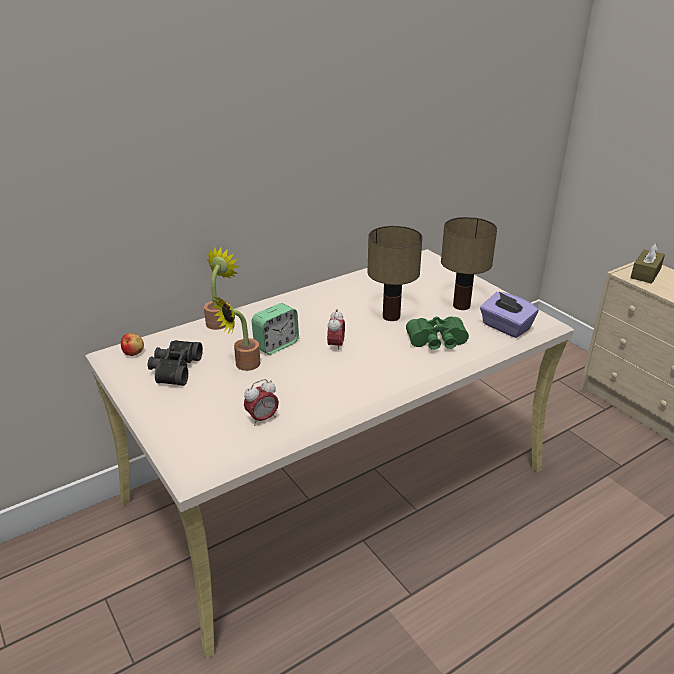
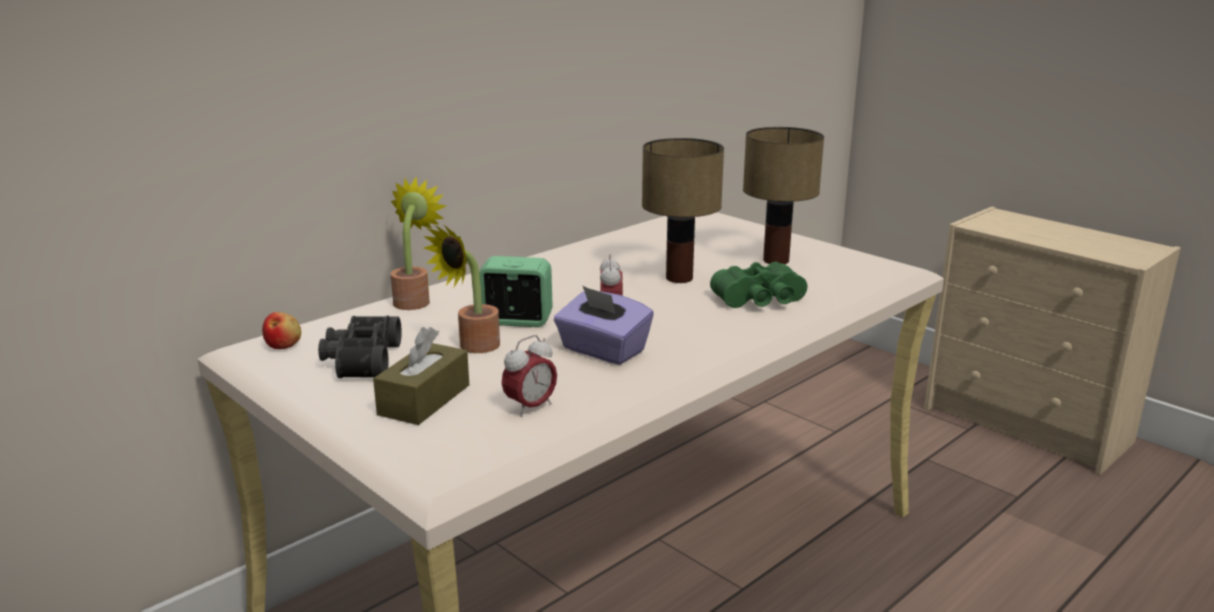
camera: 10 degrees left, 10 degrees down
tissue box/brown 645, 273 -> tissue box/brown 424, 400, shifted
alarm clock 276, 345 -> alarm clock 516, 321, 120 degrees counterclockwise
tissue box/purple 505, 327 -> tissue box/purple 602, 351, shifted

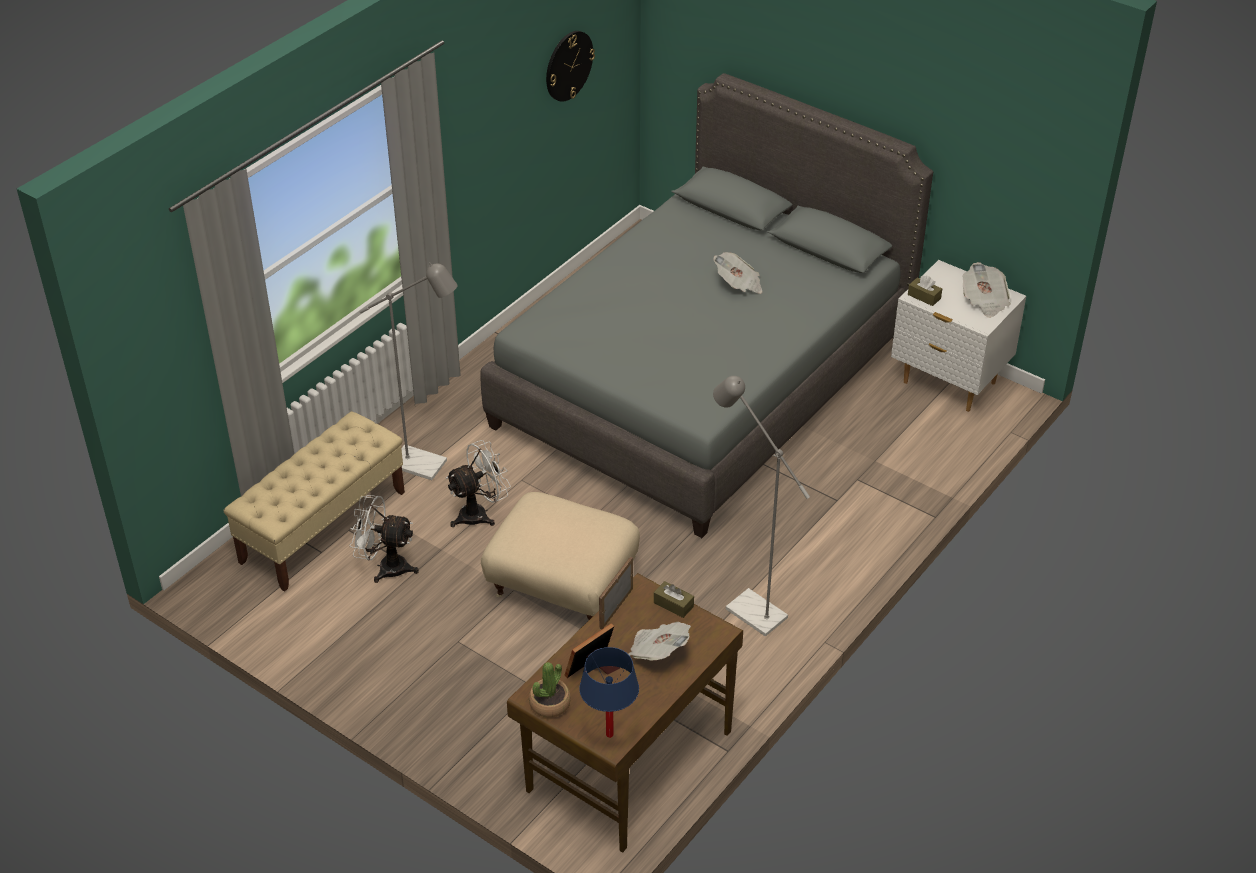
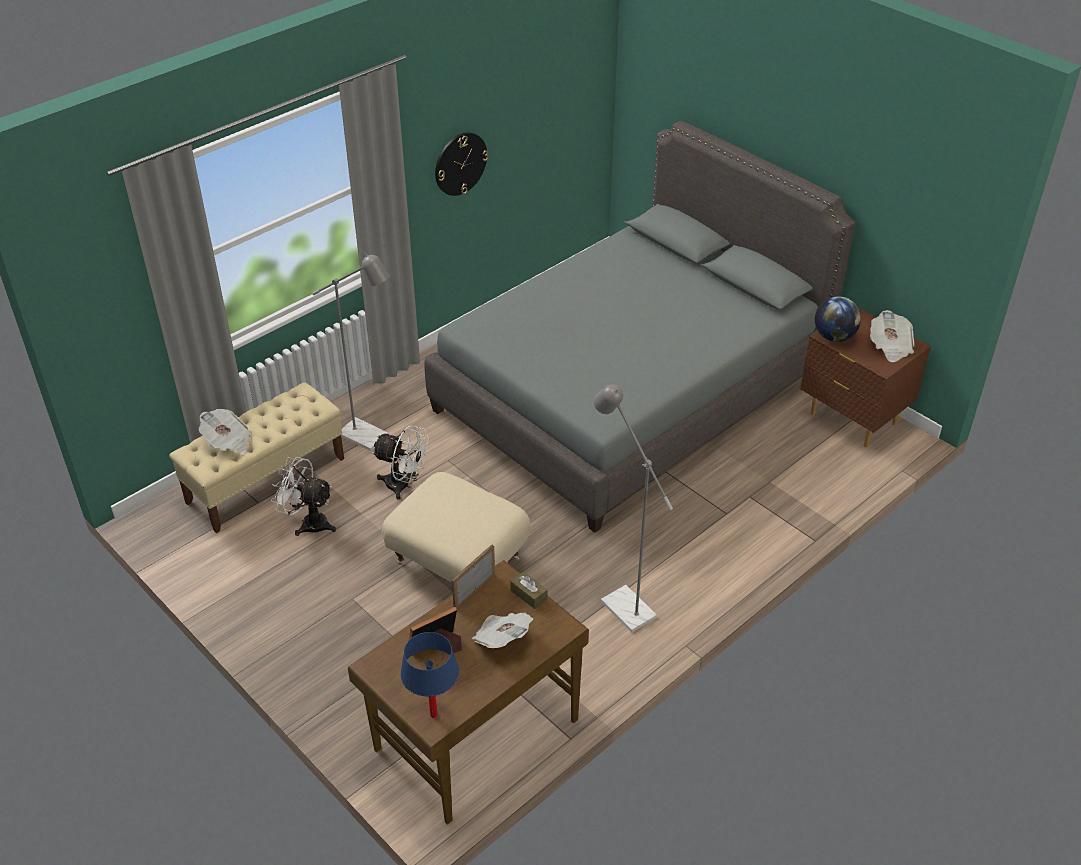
camera: 10 degrees right, 0 degrees up
newspaper 738, 284 -> newspaper 228, 442, shifted
fan/white 479, 513 -> fan/white 403, 485, 45 degrees clockwise
wall clock 568, 65 -> wall clock 460, 163, shifted
nightstand/white 948, 383 -> nightstand/brown 852, 419
tissue box/brown 924, 296 -> globe 834, 337
potted plant 549, 703 -> none

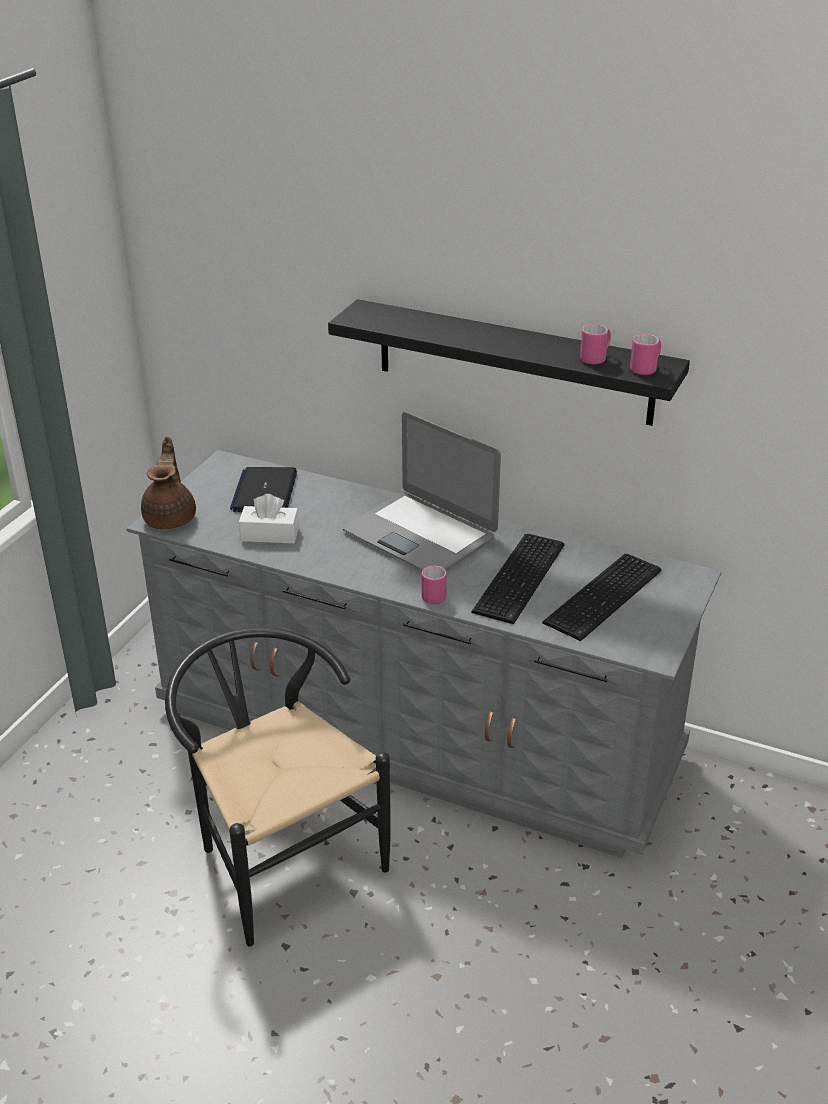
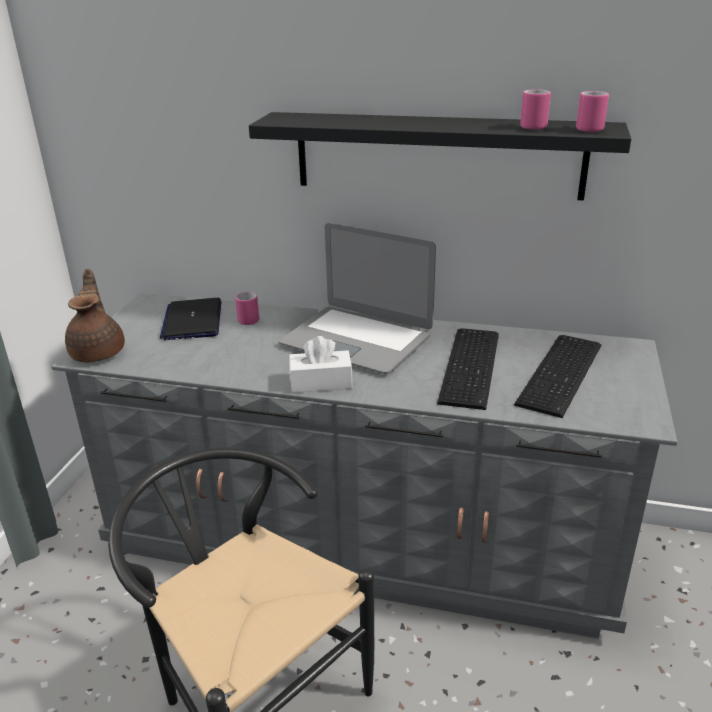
camera: 10 degrees left, 5 degrees down
mug/pink 436, 595 -> mug/pink 250, 319, shifted
tissue box/white 270, 534 -> tissue box/white 321, 382, shifted

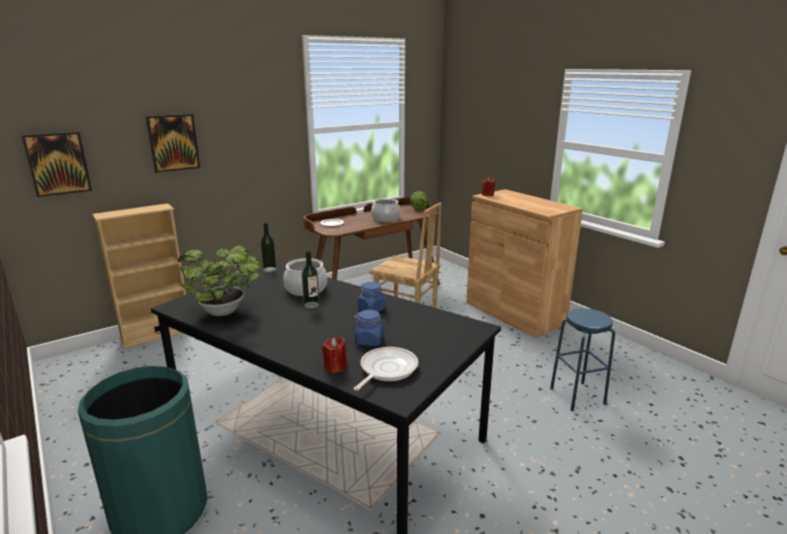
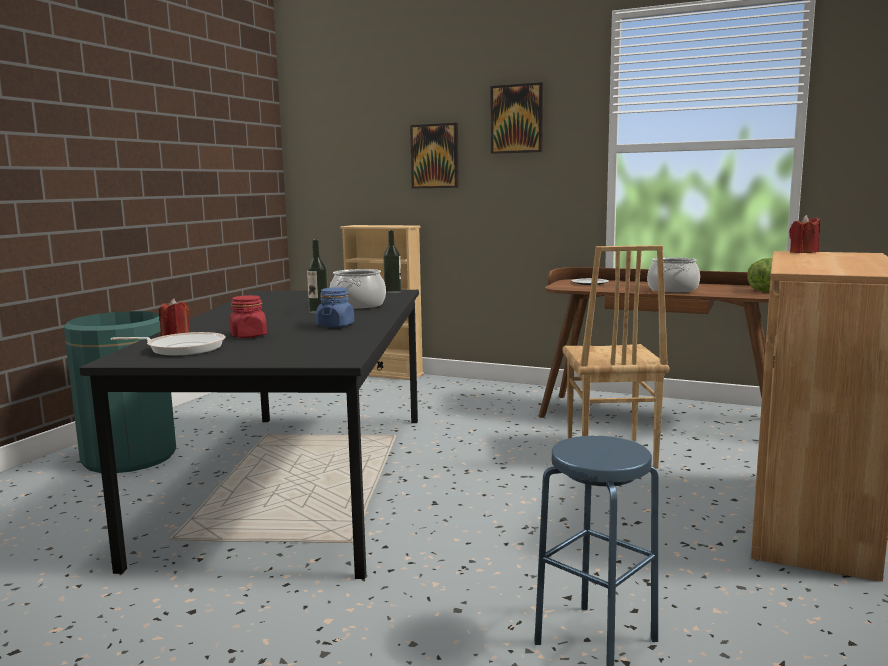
camera: 60 degrees right, 10 degrees down
jar/blue 369, 341 -> jar/red 249, 336
picture 58, 163 -> picture 517, 119, shifted
potted plant 225, 312 -> none

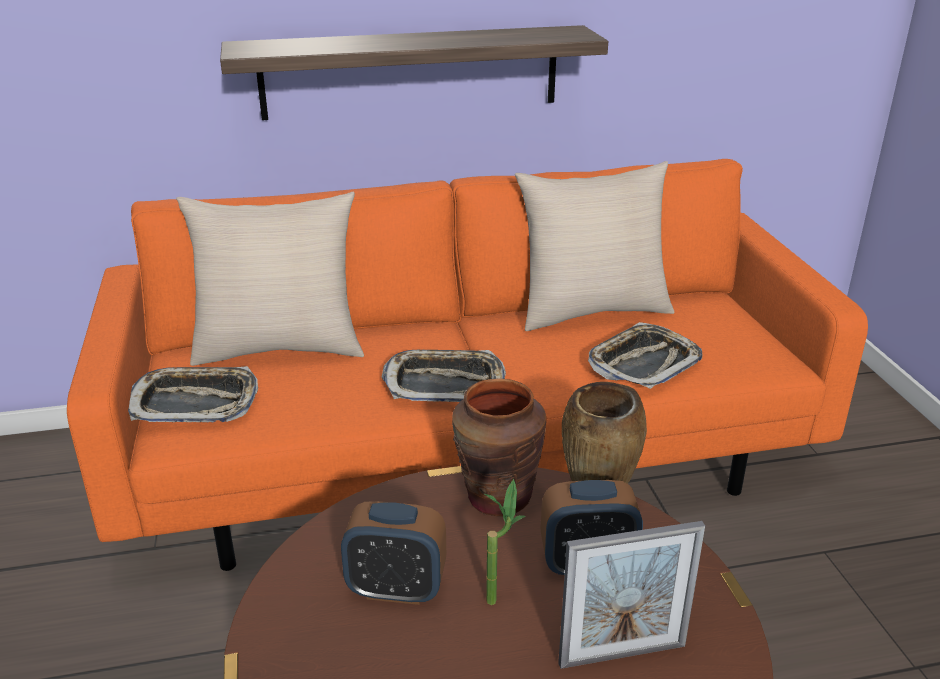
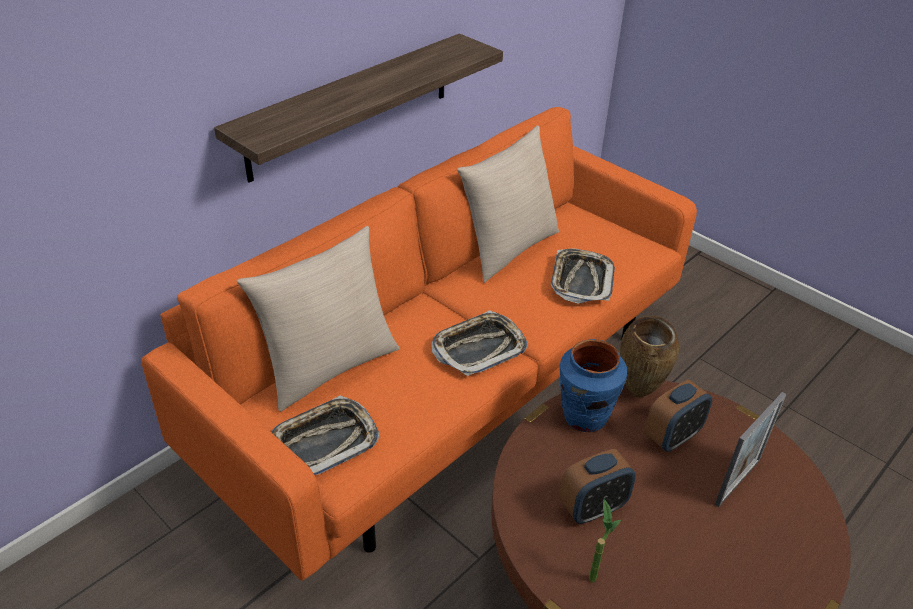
camera: 35 degrees left, 10 degrees up
vase/brown 498, 497 -> vase/blue 584, 417
potted plant 499, 596 -> potted plant 593, 572, shifted

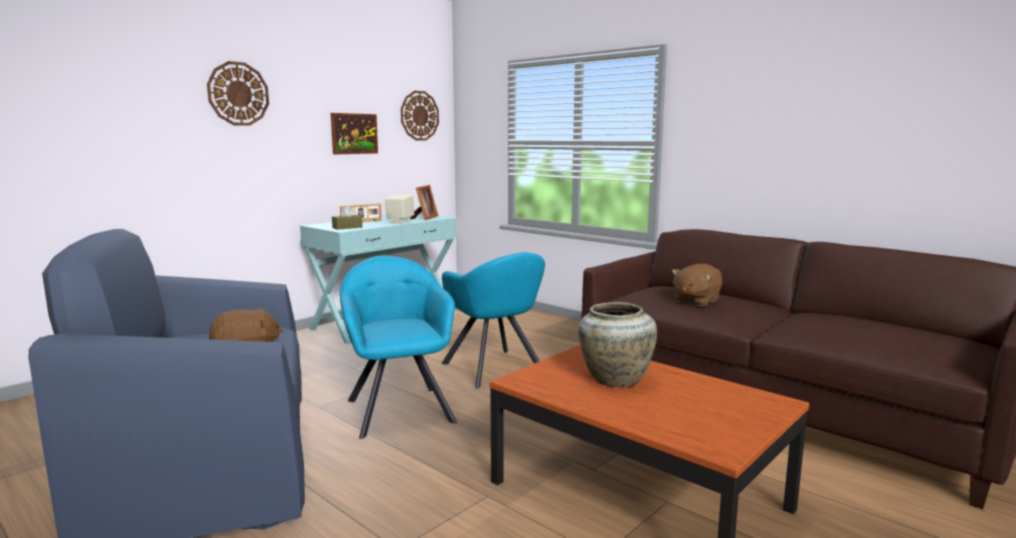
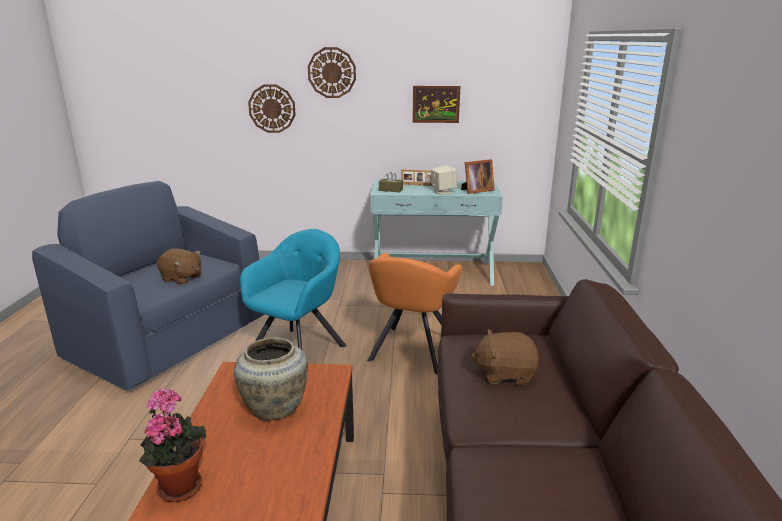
camera: 50 degrees right, 10 degrees up
none -> potted plant 179, 485
wall clock 419, 115 -> wall clock 272, 108, shifted
armchair/turquoise 495, 369 -> armchair/orange 412, 351

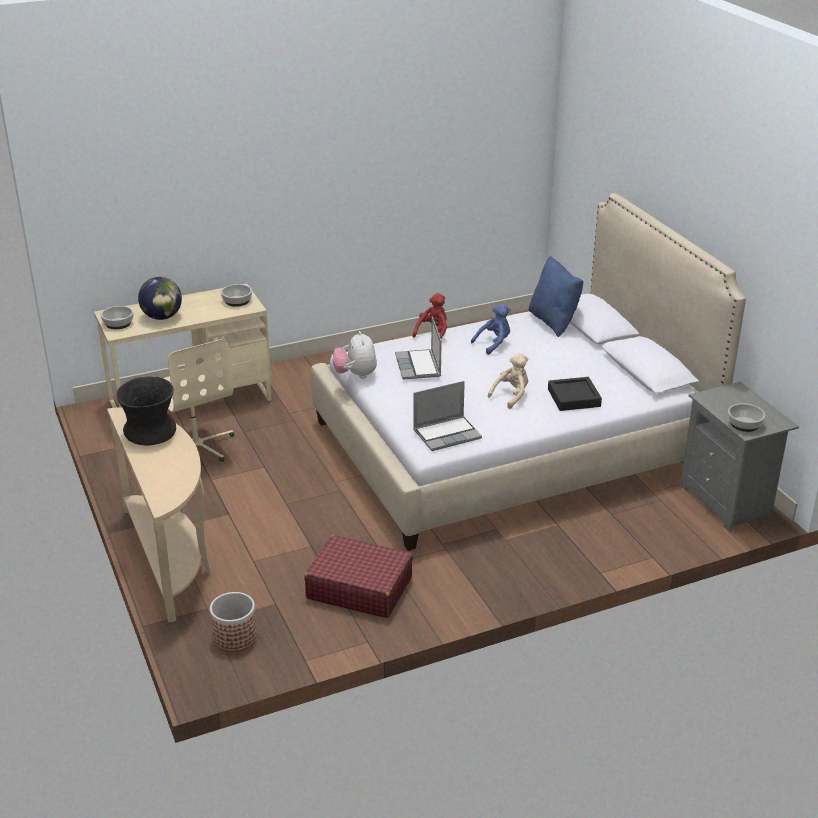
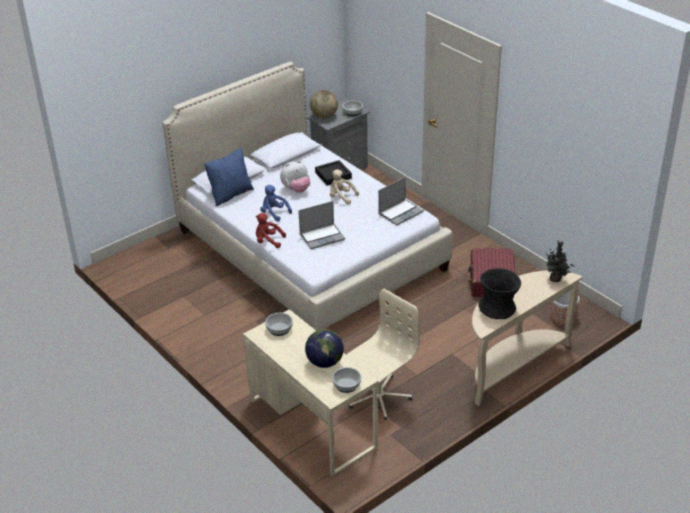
camera: 105 degrees left, 5 degrees up
plush toy 355, 375 -> plush toy 296, 189, shifted
none -> globe 324, 116
laptop 447, 434 -> laptop 400, 213, 90 degrees clockwise
none -> potted plant 556, 279

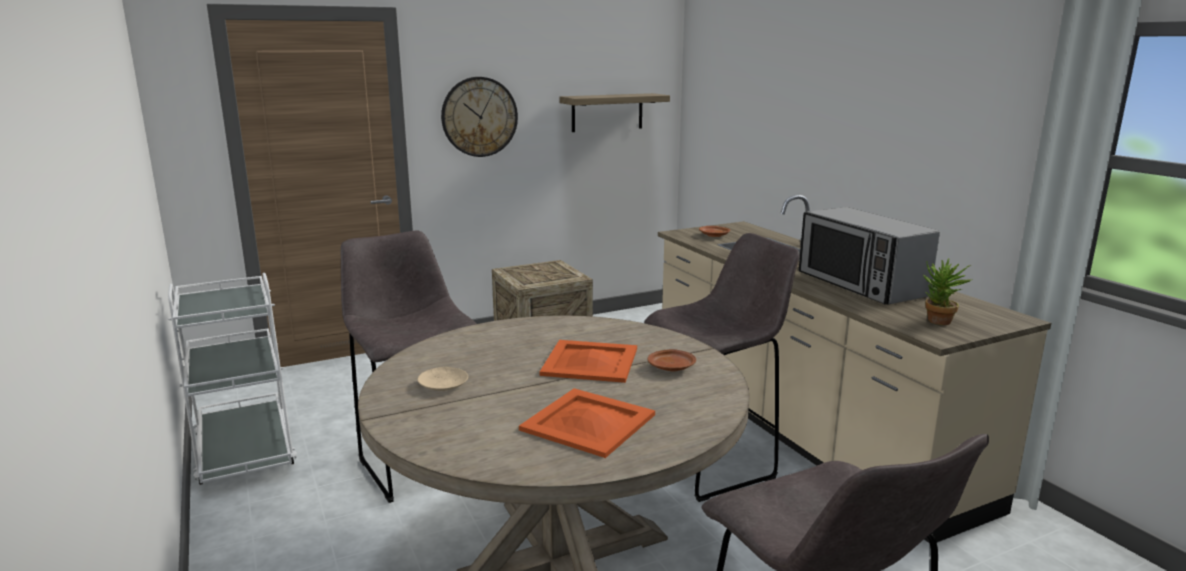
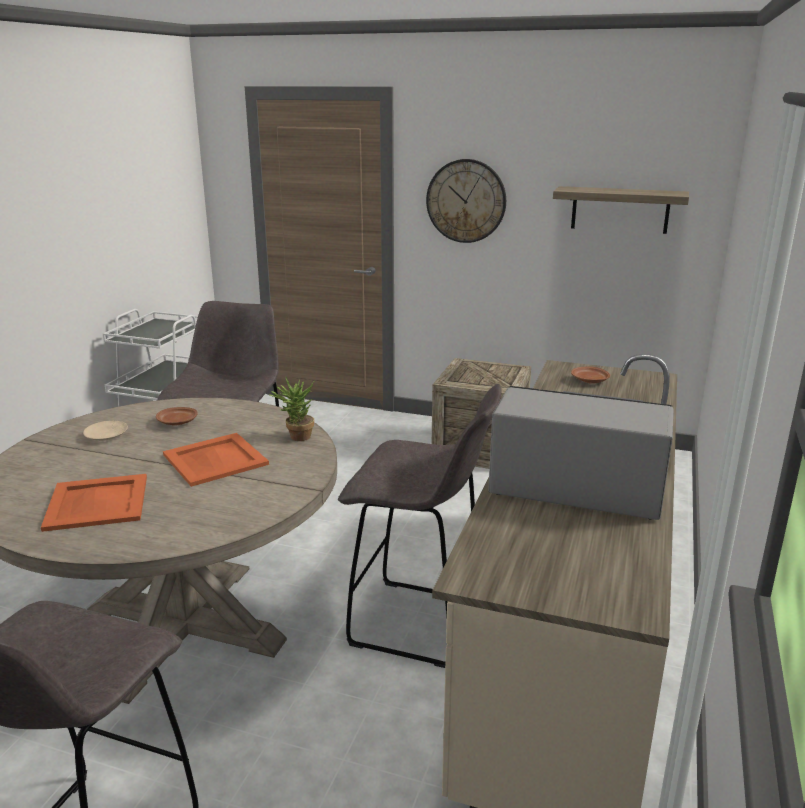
camera: 45 degrees right, 5 degrees up
plate/brown 672, 367 -> plate/brown 178, 422, shifted
potted plant 939, 323 -> potted plant 296, 437, shifted
microwave 860, 285 -> microwave 575, 489, 90 degrees clockwise

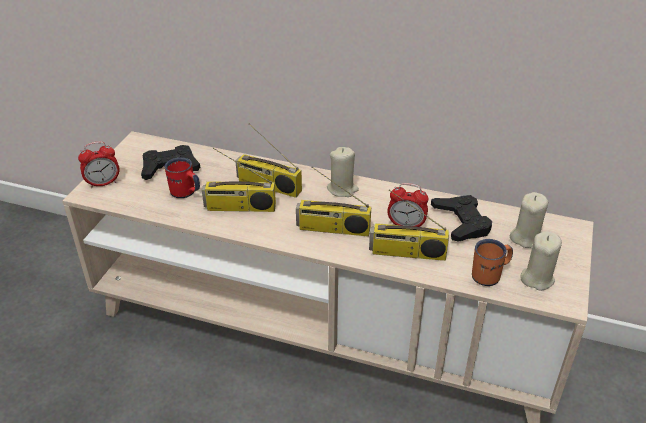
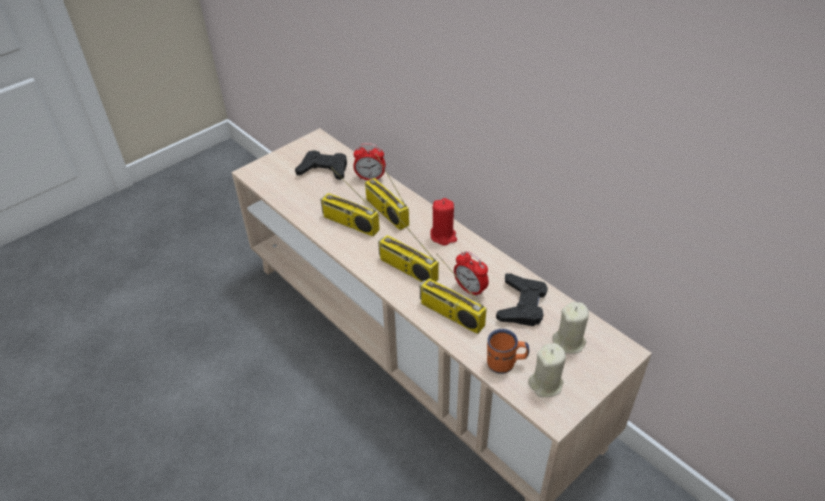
camera: 30 degrees right, 5 degrees up
alarm clock 103, 183 -> alarm clock 370, 178, shifted
candle/beige 342, 189 -> candle/red 443, 236
mug/red 186, 193 -> none

